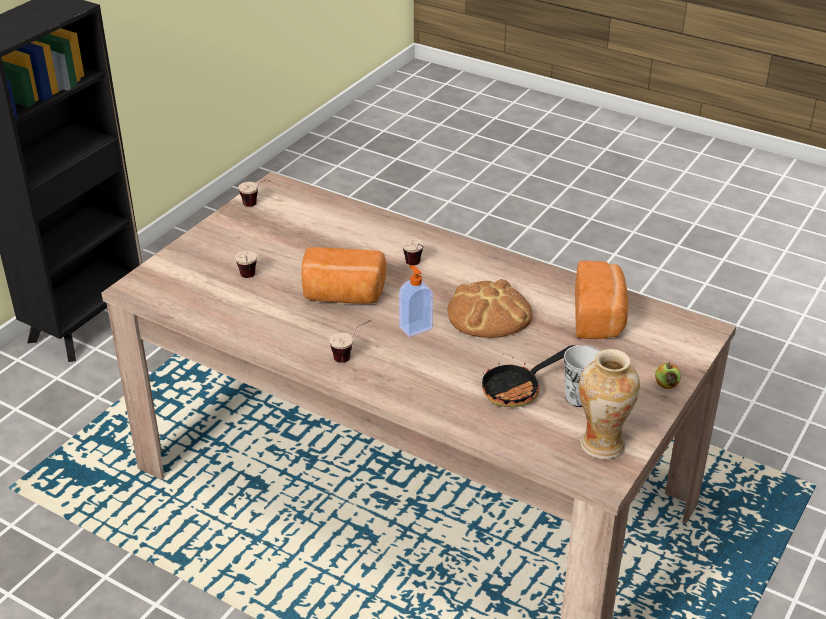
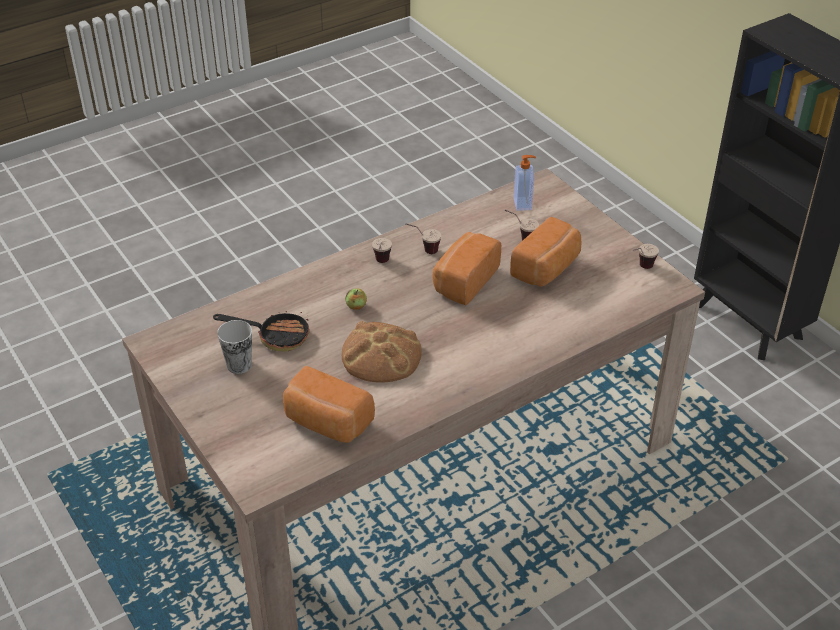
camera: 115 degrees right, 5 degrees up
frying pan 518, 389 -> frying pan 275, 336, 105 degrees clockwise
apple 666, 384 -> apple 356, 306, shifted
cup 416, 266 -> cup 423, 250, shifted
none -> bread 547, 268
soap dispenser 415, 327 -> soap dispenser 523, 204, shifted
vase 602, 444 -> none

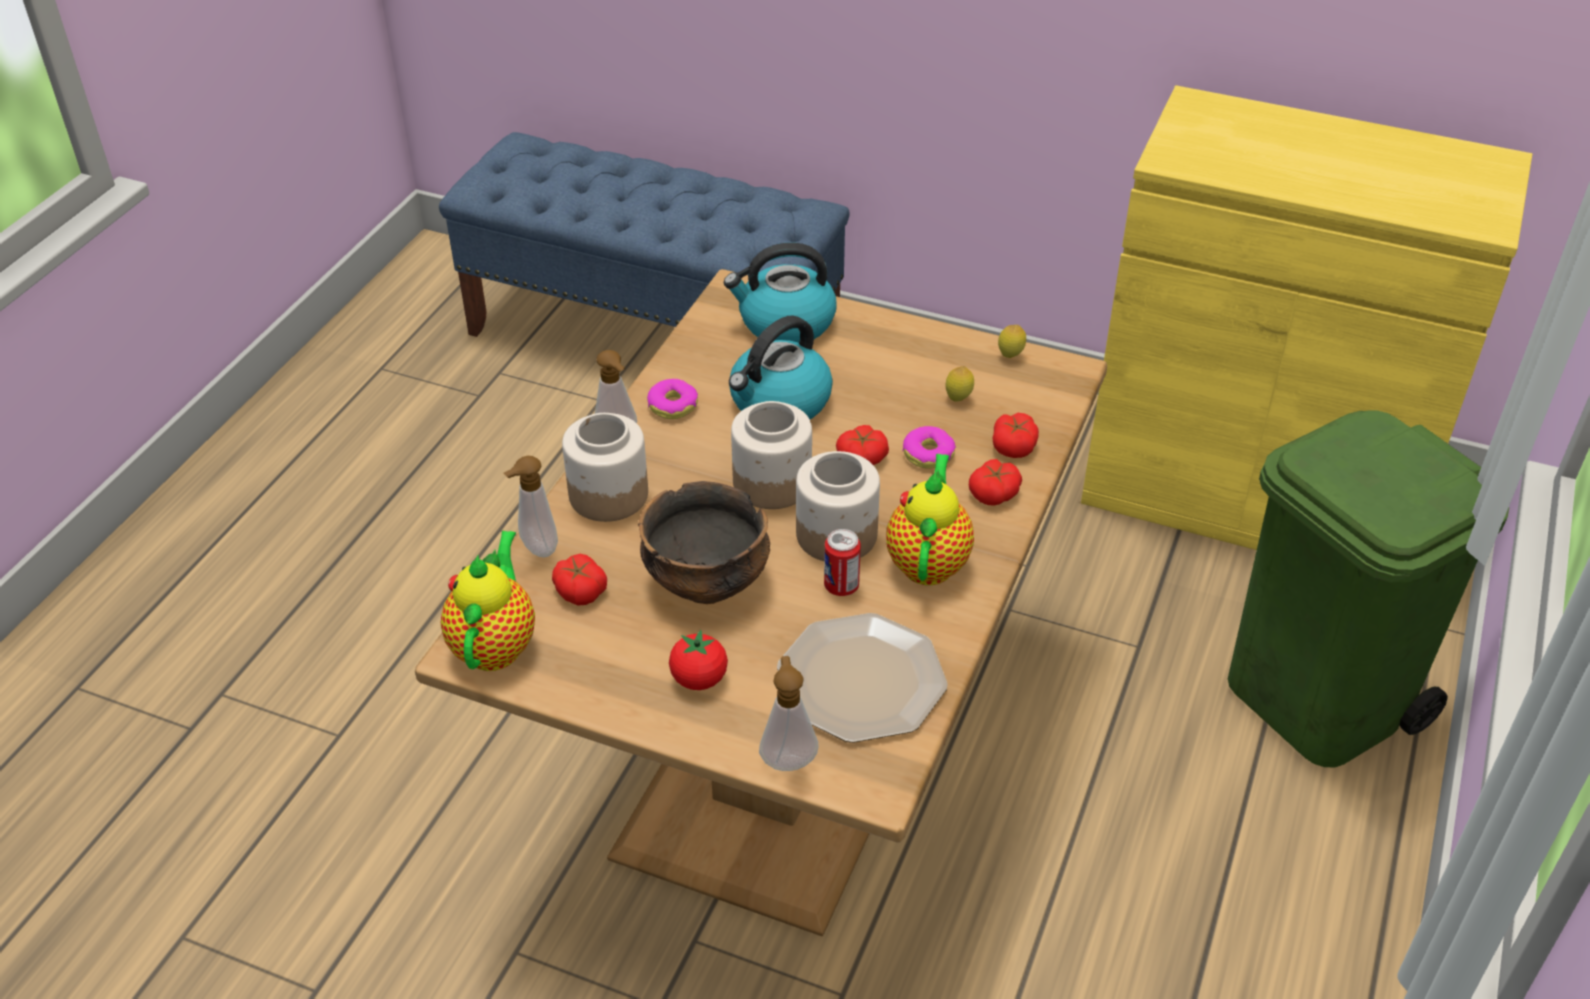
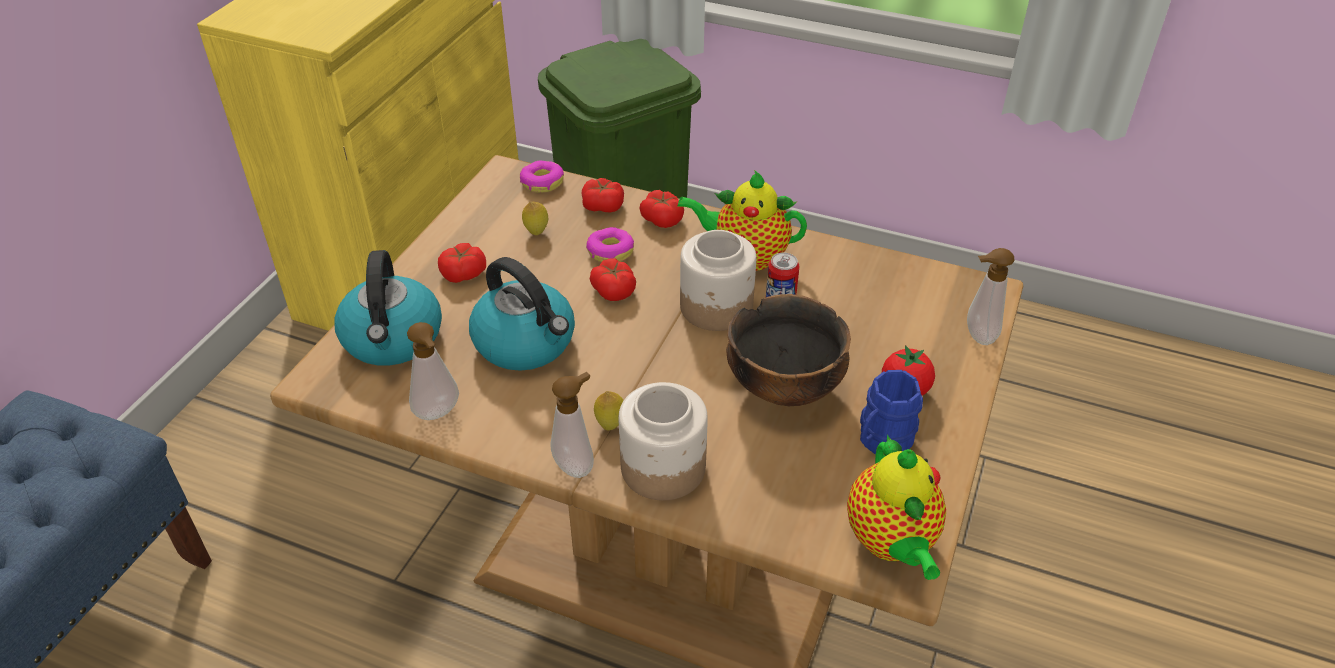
camera: 90 degrees left, 0 degrees up
soap dispenser 536, 549 -> soap dispenser 439, 414, shifted
tomato 580, 591 -> tomato 464, 273, shifted
donut 673, 405 -> donut 542, 182, shifted
lemon 1010, 356 -> lemon 610, 425, shifted
teapot 495, 644 -> teapot 891, 544, 105 degrees counterclockwise
none -> mug/blue 881, 441
jar 771, 483 -> none
plate 861, 678 -> none

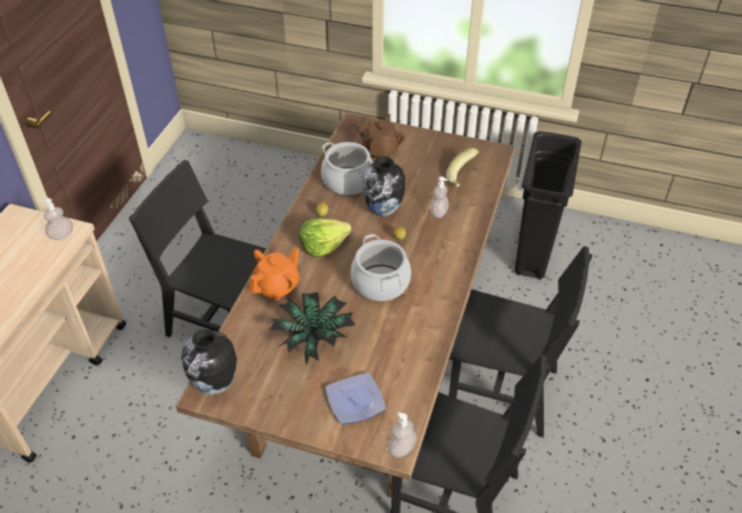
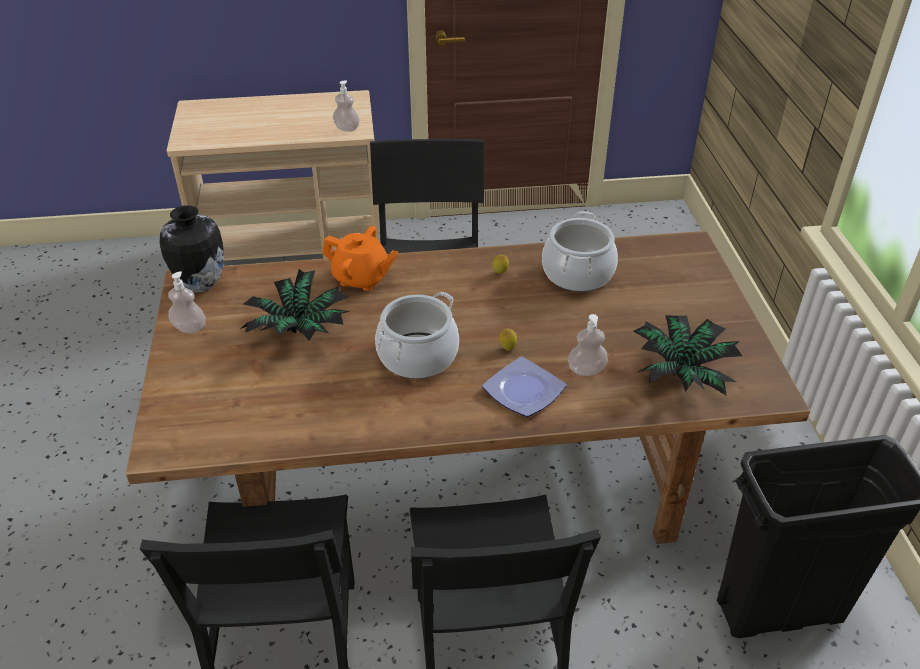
camera: 65 degrees right, 5 degrees down
soap dispenser 401, 448 -> soap dispenser 189, 328, shifted
plate 356, 401 -> plate 524, 392, shifted
banana 462, 177 -> potted plant 681, 373
lettuce 323, 245 -> none
teapot/brown 381, 151 -> none
vase 383, 211 -> none

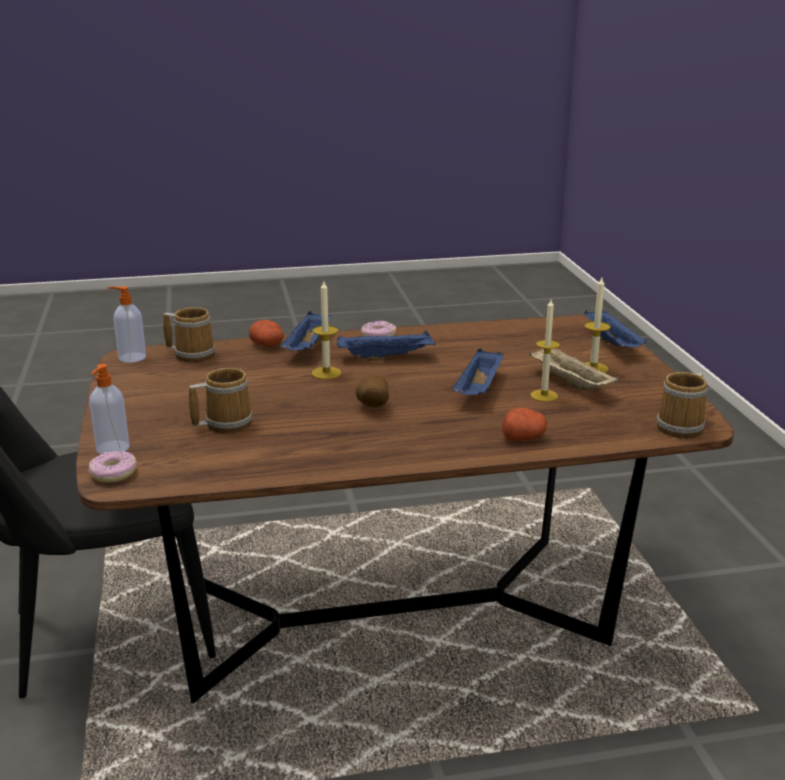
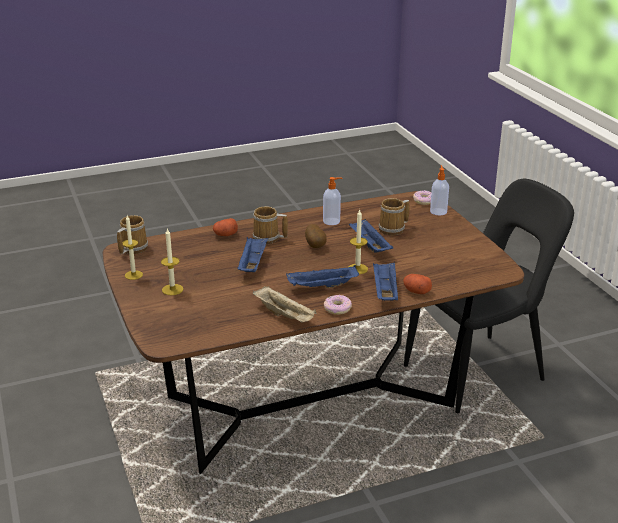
camera: 170 degrees right, 5 degrees up
candle 544, 395 -> candle 133, 275, shifted
mug 193, 354 -> mug 268, 239, shifted
tray/beige 568, 382 -> tray/beige 285, 315, shifted
soap dispenser 131, 357 -> soap dispenser 332, 221, shifted
tray/blue 613, 344 -> tray/blue 369, 245, shifted

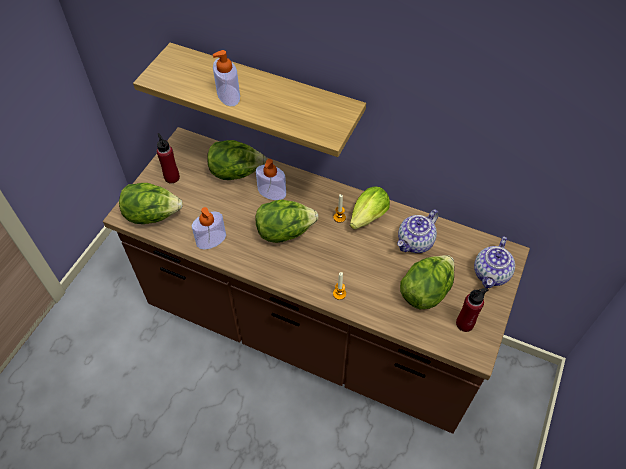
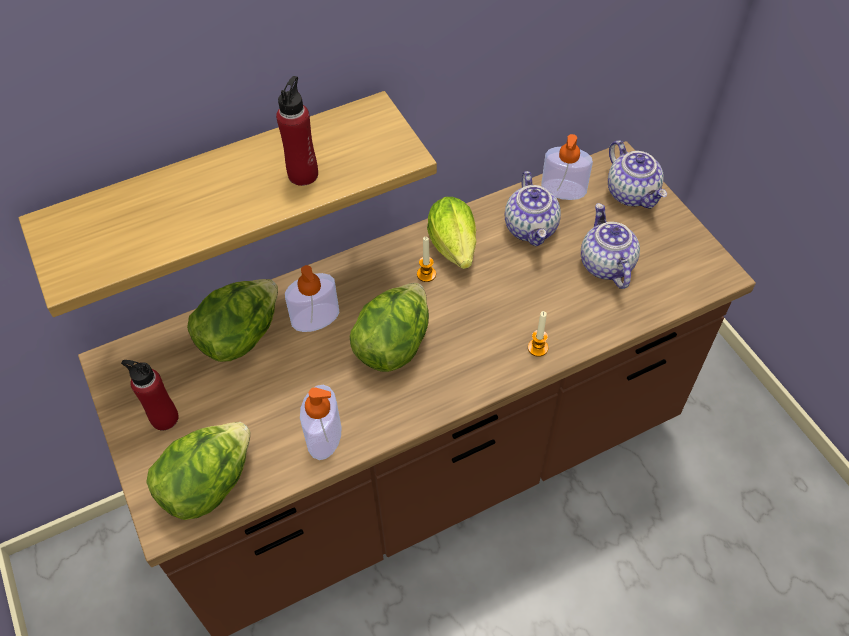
camera: 50 degrees left, 0 degrees up
bottle/red 465, 324 -> bottle/red 303, 174, shifted
soap dispenser 228, 95 -> soap dispenser 563, 189, shifted
lettuce 425, 291 -> teapot 605, 264

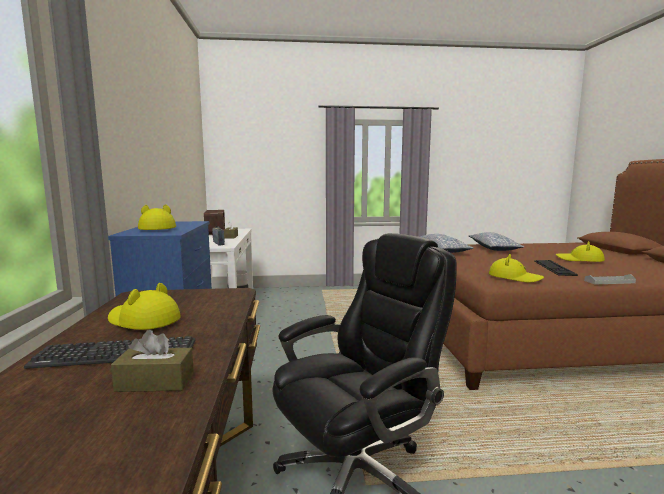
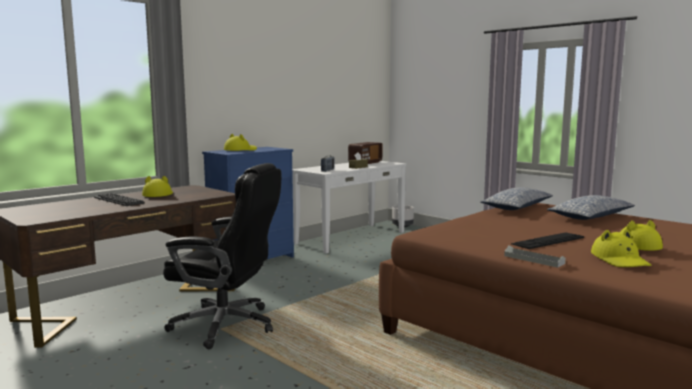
camera: 50 degrees right, 0 degrees up
hat/yellow 514, 277 -> hat/yellow 620, 260, shifted
tissue box/brown 155, 382 -> none

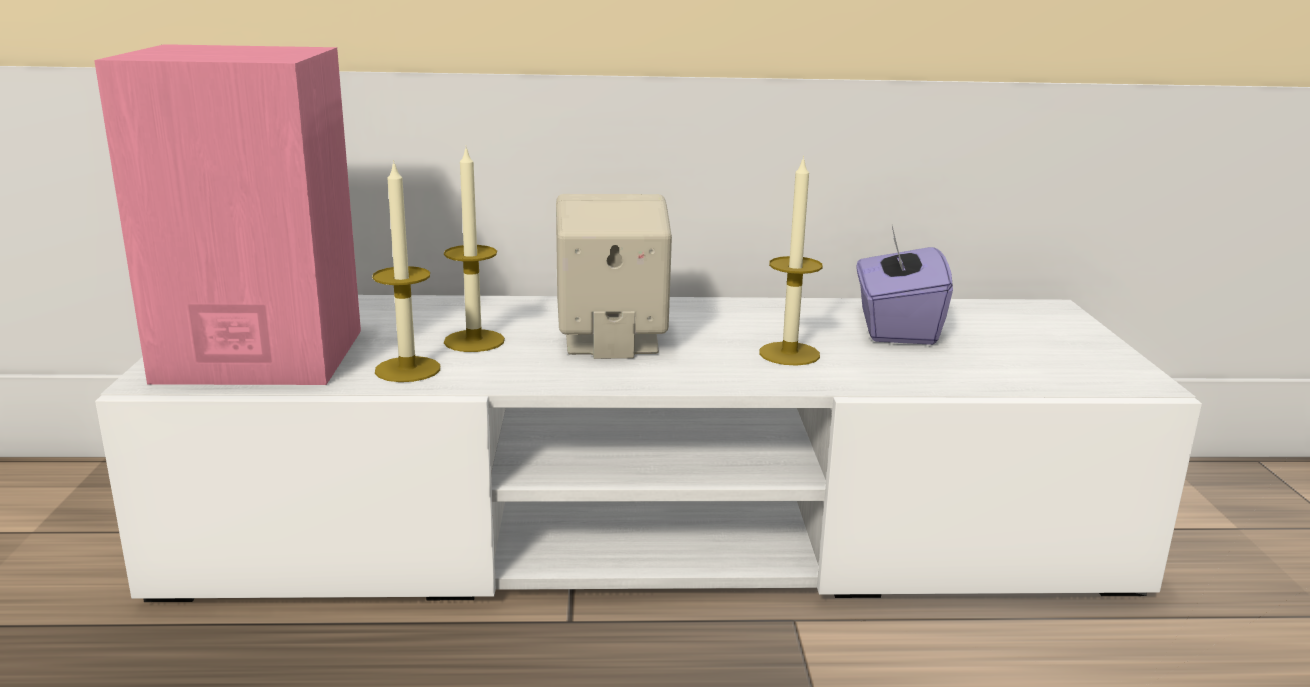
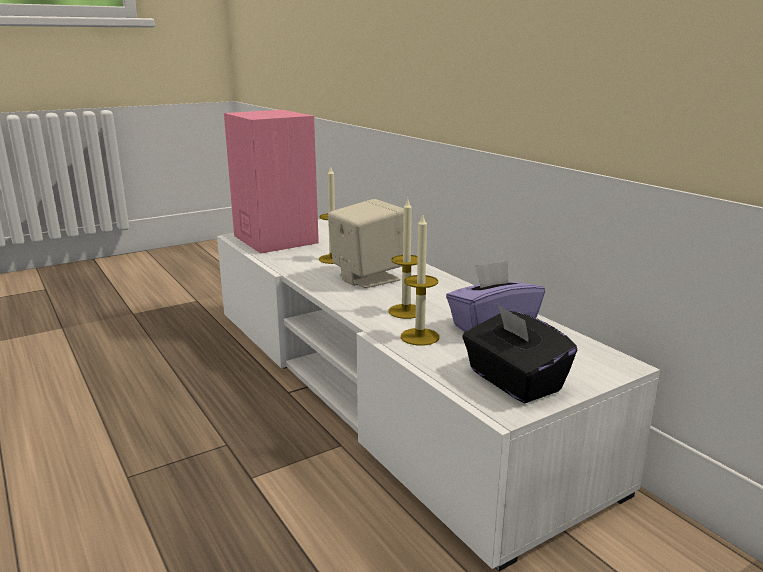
camera: 60 degrees right, 0 degrees up
candle 407, 369 -> candle 419, 337, shifted
none -> tissue box/black 513, 381

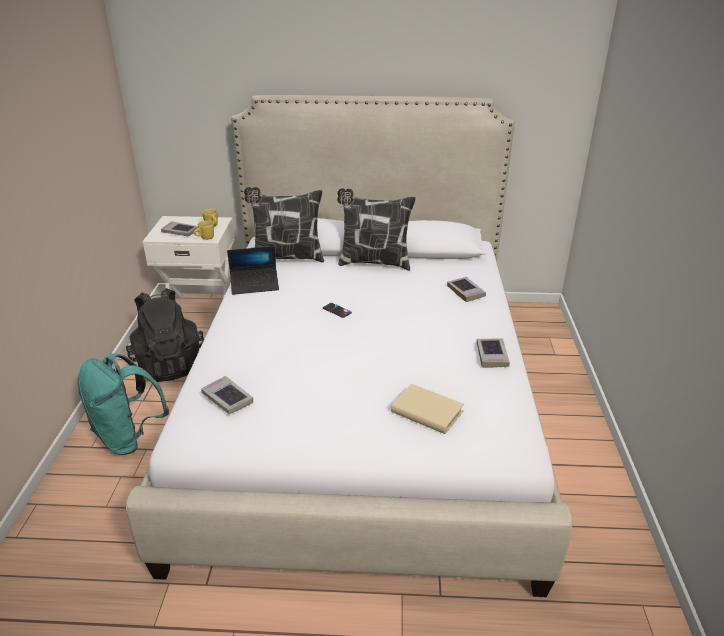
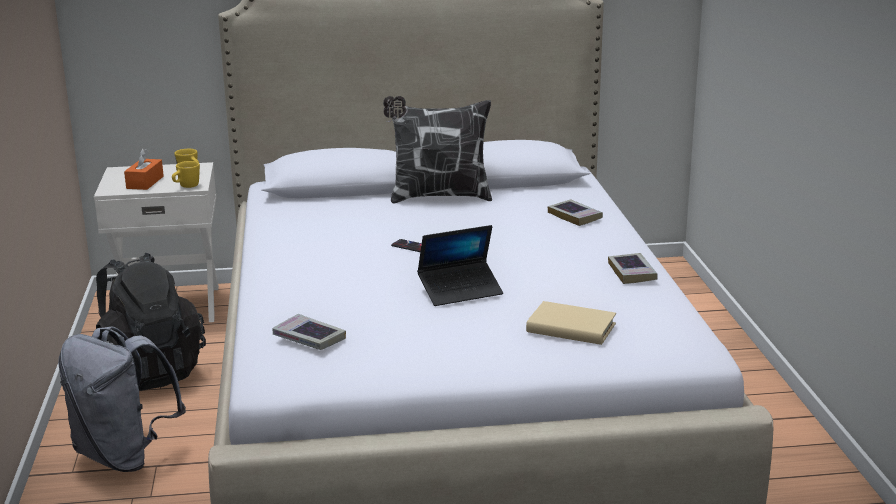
camera: 10 degrees left, 10 degrees down
backpack/turquoise 128, 437 -> backpack/grey 124, 456
book 180, 232 -> tissue box/orange 145, 182
laptop 255, 285 -> laptop 460, 291, shifted
pillow 287, 258 -> none

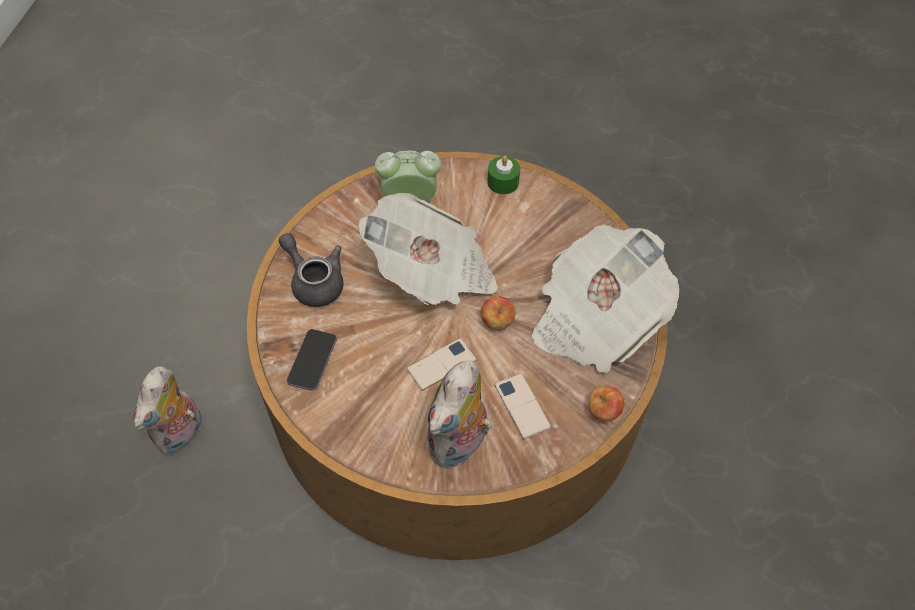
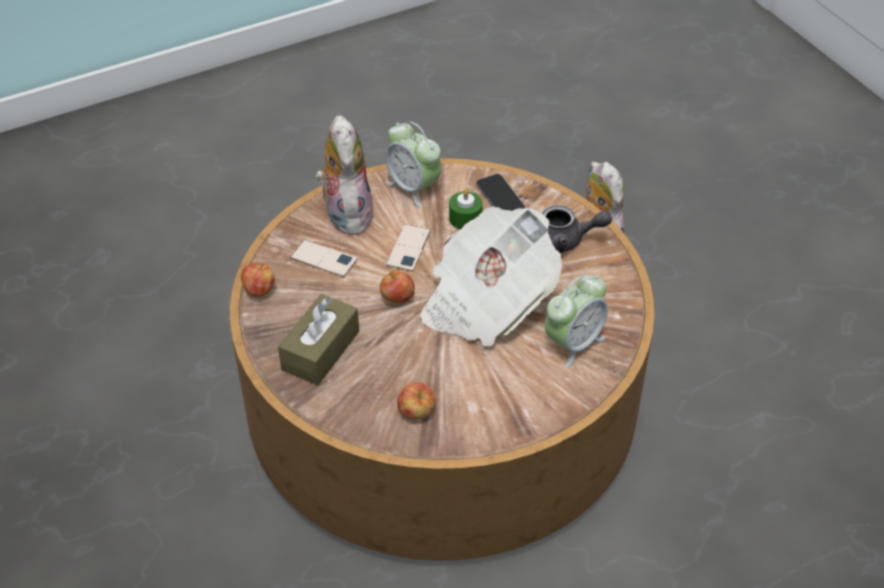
camera: 140 degrees right, 10 degrees down
newspaper 595, 319 -> tissue box/brown 320, 350
none -> alarm clock 413, 188
none -> apple 416, 412
candle/green 503, 182 -> candle/green 465, 218, shifted

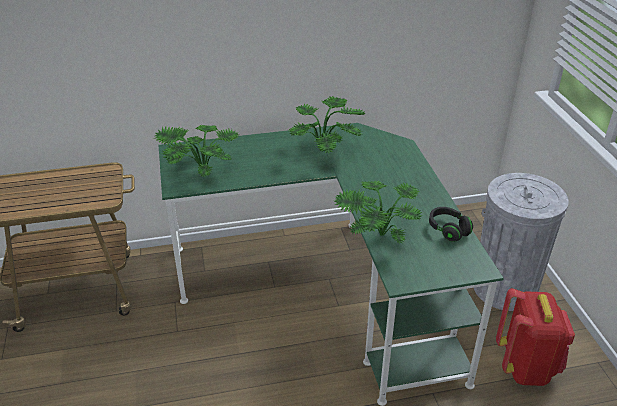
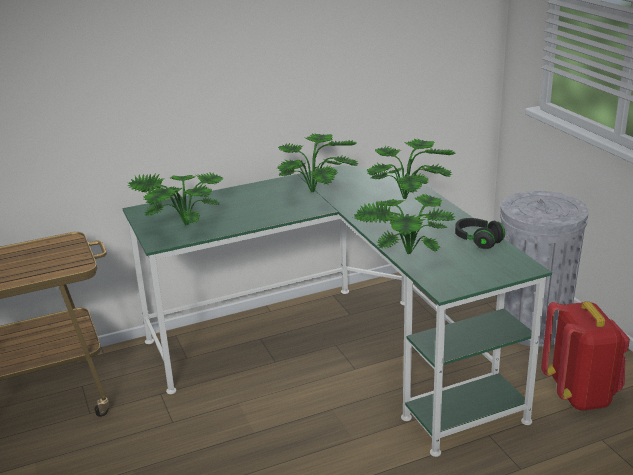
camera: 10 degrees left, 10 degrees down
none -> potted plant 410, 199

